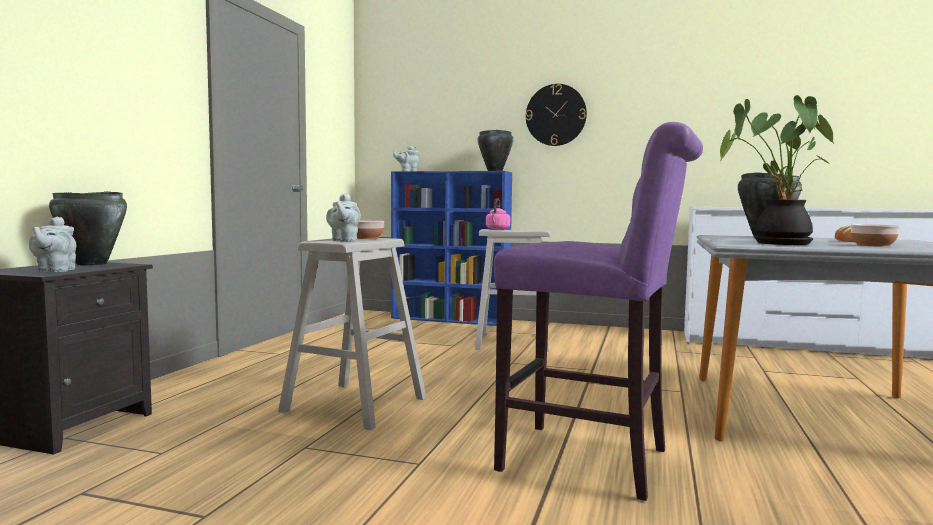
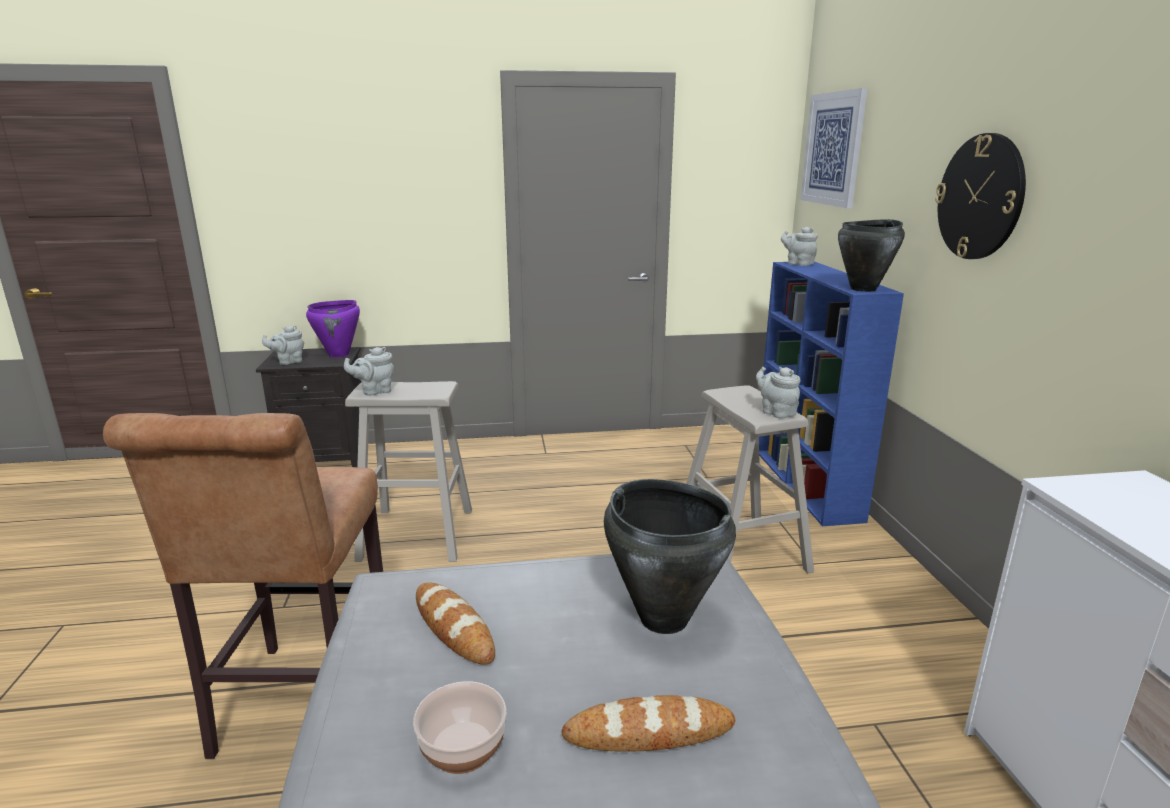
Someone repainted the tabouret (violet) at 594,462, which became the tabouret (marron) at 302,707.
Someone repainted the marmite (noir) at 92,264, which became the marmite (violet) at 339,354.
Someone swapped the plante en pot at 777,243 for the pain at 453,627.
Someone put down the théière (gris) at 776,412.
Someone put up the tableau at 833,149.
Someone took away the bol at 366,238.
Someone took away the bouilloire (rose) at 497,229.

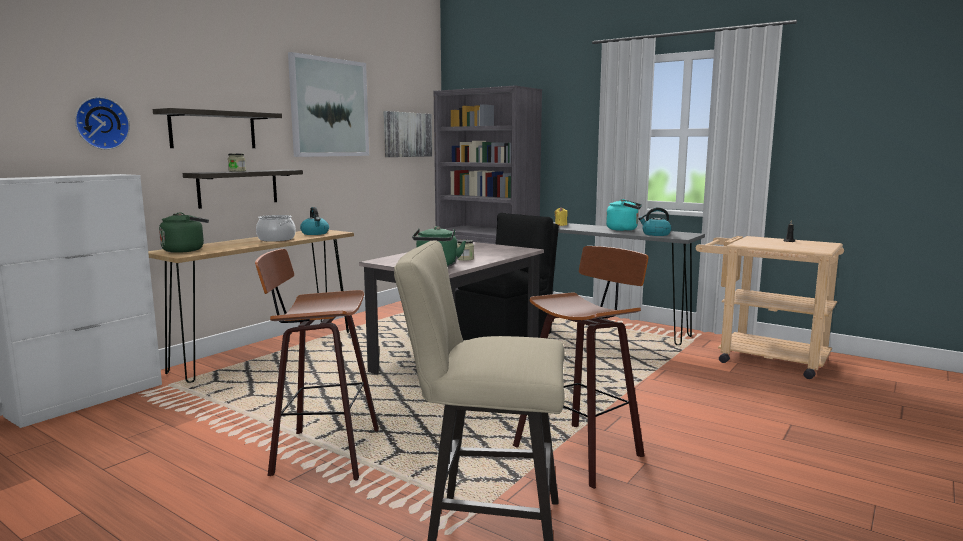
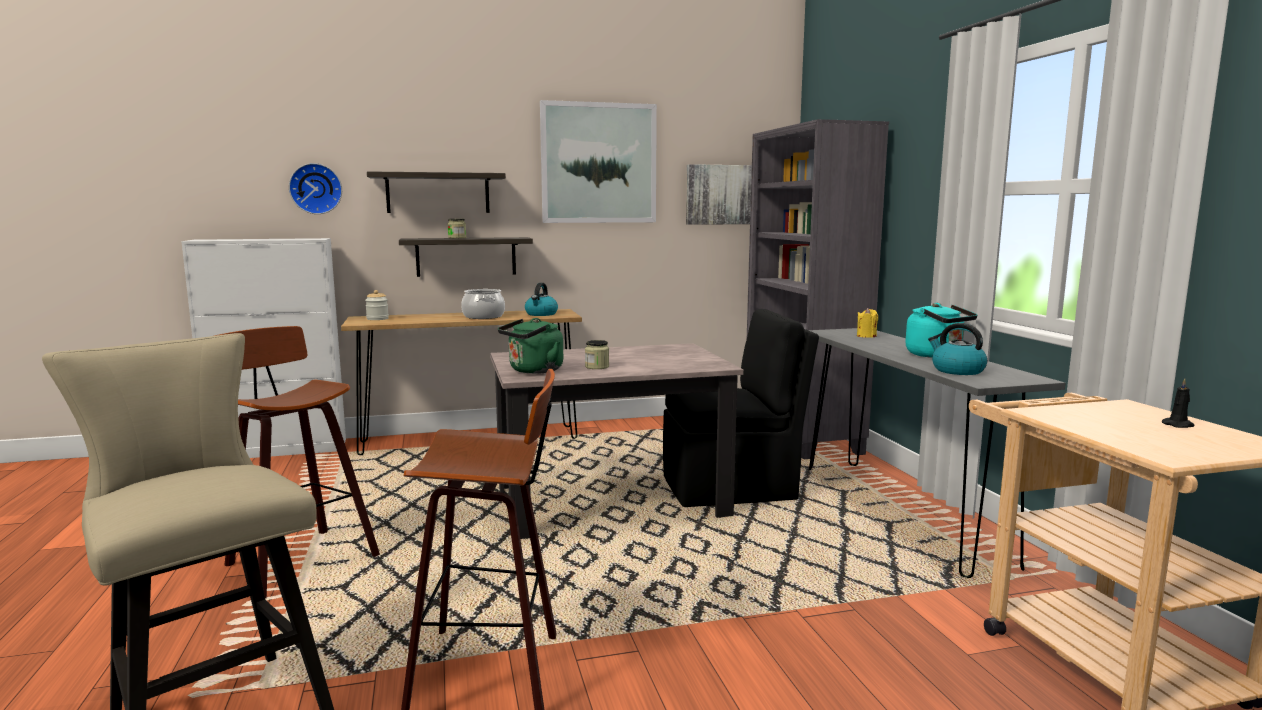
Someone swapped the bouilloire (vert) at 186,250 for the bocal at 377,319.

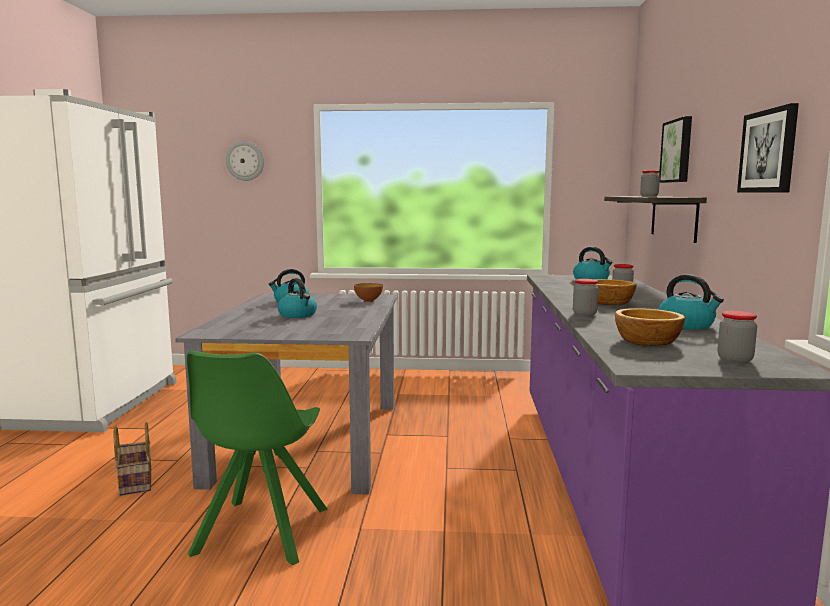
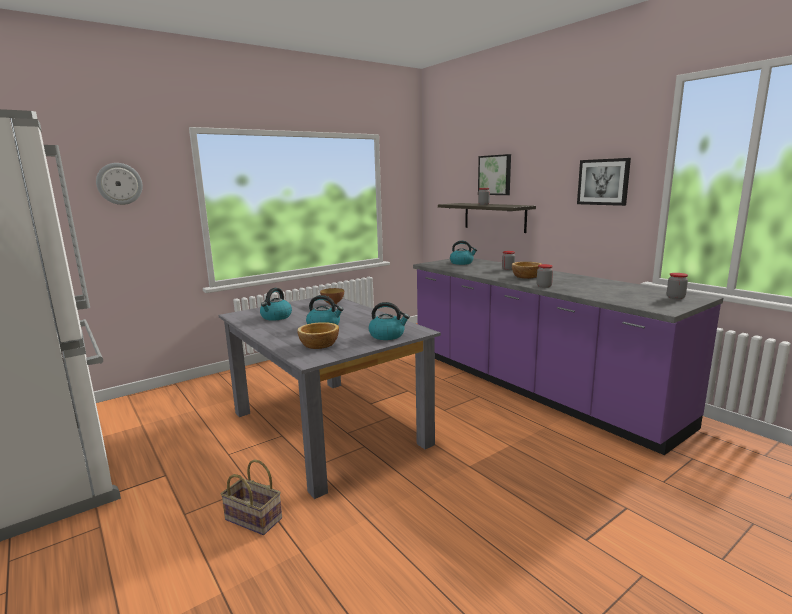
Someone carried the bol from 646,342 to 319,345.
Someone carried the bouilloire from 687,325 to 387,335.
Someone took away the chaise (vert) at 260,533.

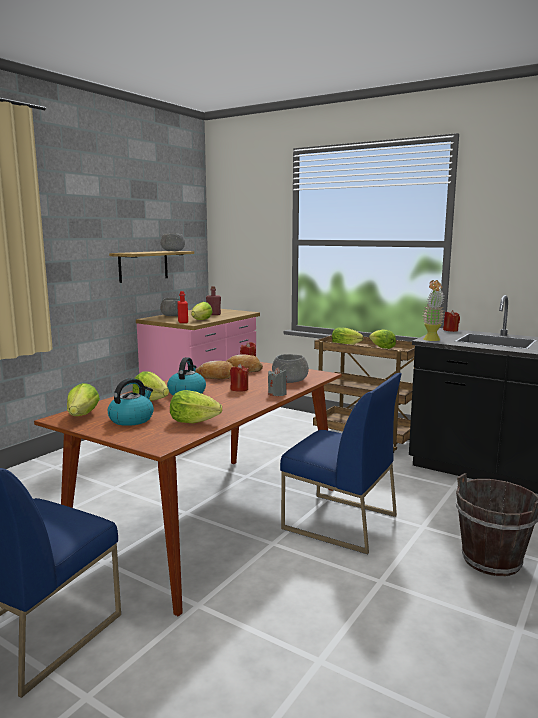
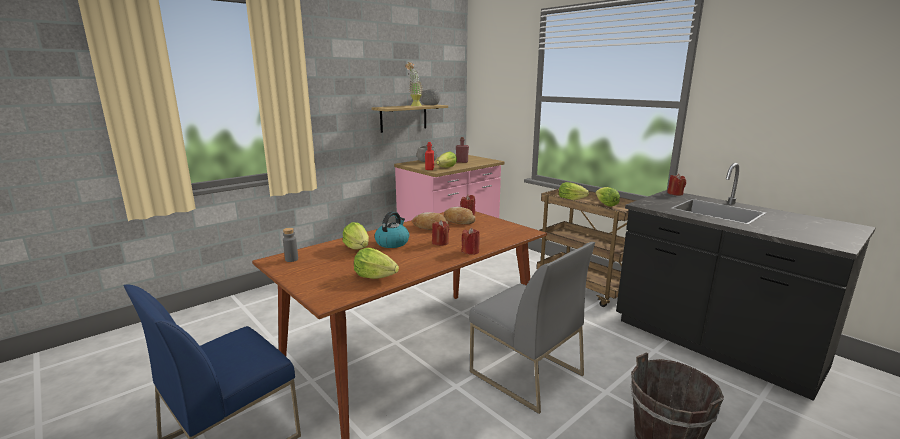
Someone swapped the laitue at 82,415 for the bouteille (gris) at 291,259.
Someone carried the plante en pot from 432,340 to 414,106.
Someone repainted the bougie (gris) at 277,394, which became the bougie (rouge) at 470,251.
Someone repainted the chaise (bleu) at 338,522, which became the chaise (gris) at 525,373.
Someone took away the bouilloire at 132,419.
Someone took away the bol (gris) at 290,380.

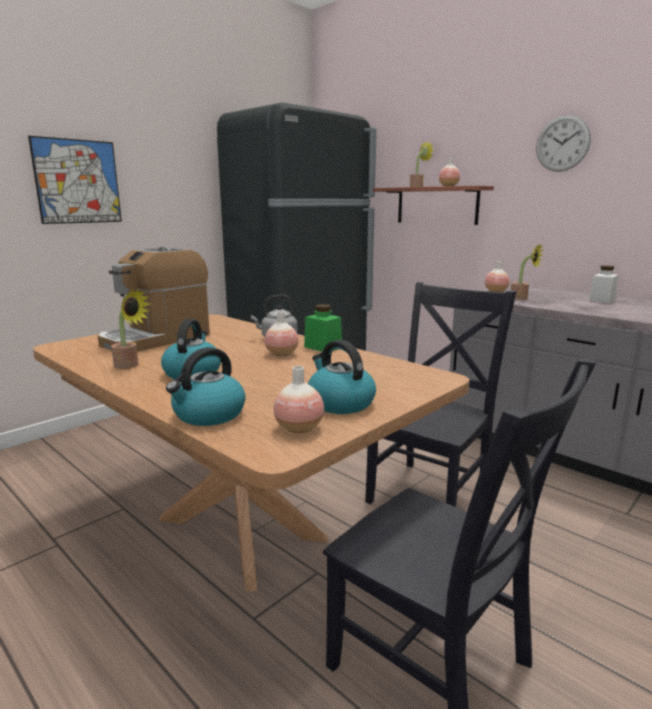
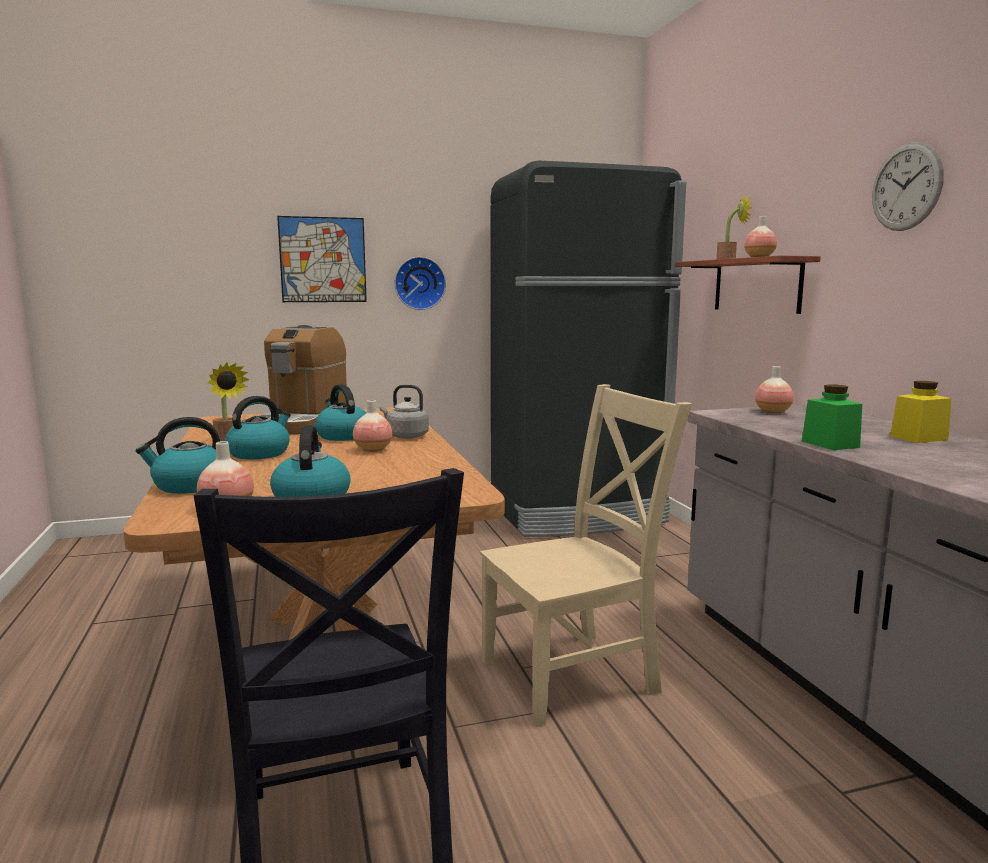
Someone rotated the machine à café at 156,339 by 60 degrees counterclockwise.
Someone put down the bouilloire at 342,436.
Someone put up the horloge murale at 419,283.
Someone repainted the chaise (noir) at 431,492, which became the chaise (beige) at 575,674.
Someone carried the bocal (vert) from 323,347 to 830,444.
Someone repainted the bocal (blanc) at 602,300, which became the bocal (jaune) at 918,438.
Someone took away the plante en pot at 522,298.

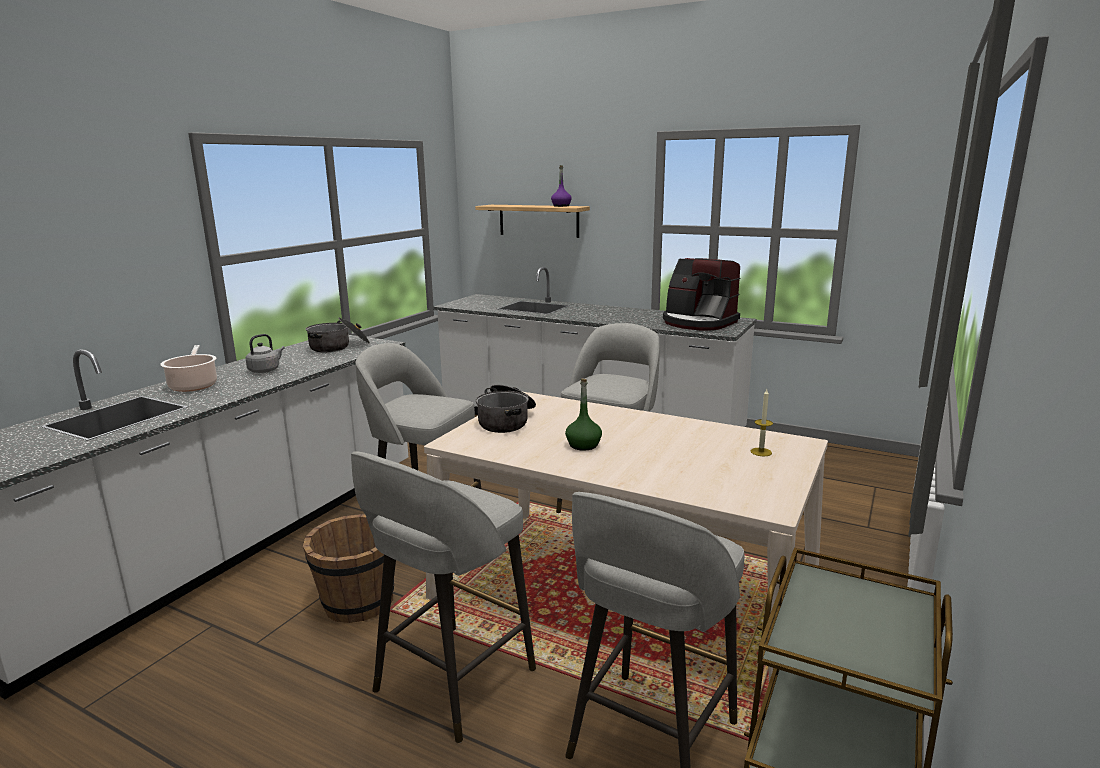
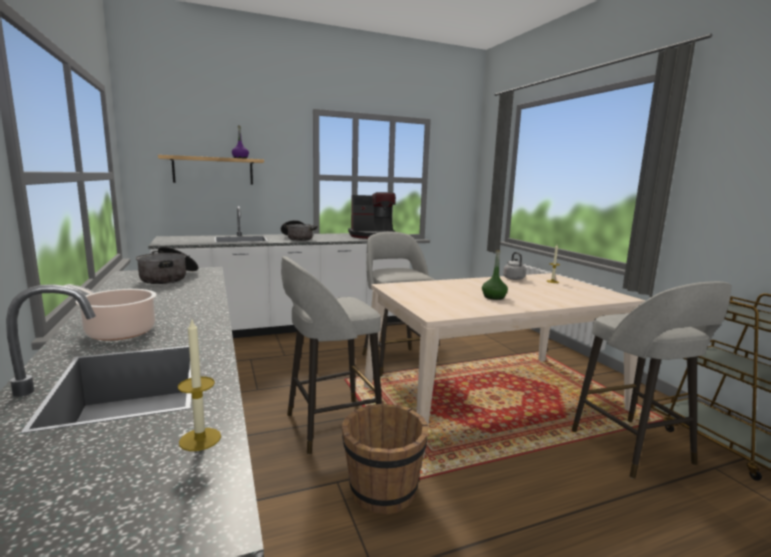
Someone put down the bougie at 200,439.
Someone carried the marmite from 507,421 to 297,238.
Someone carried the bouilloire (gris) from 265,370 to 513,278.
Someone took away the tabouret (gris) at 451,682.

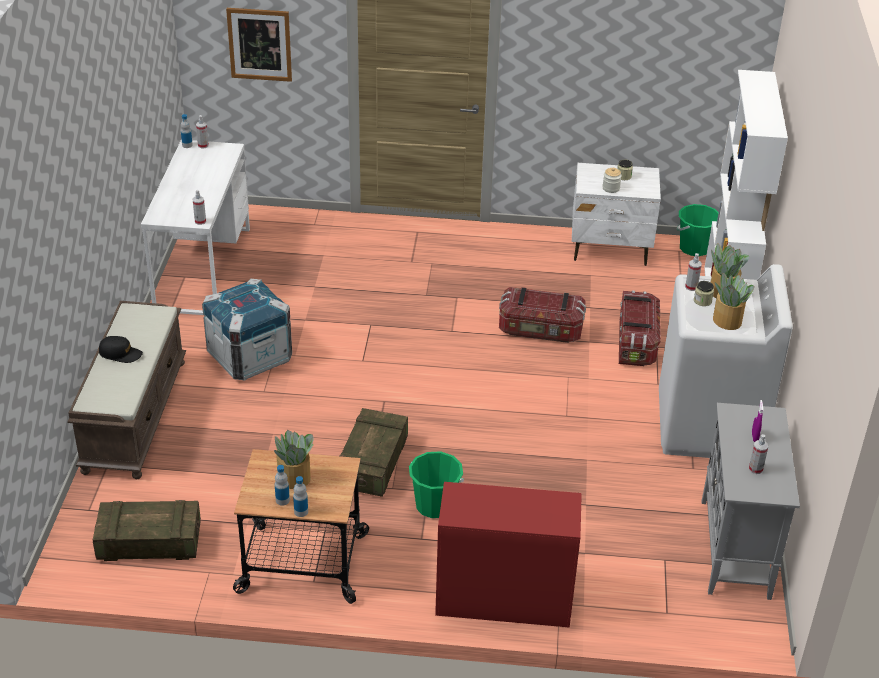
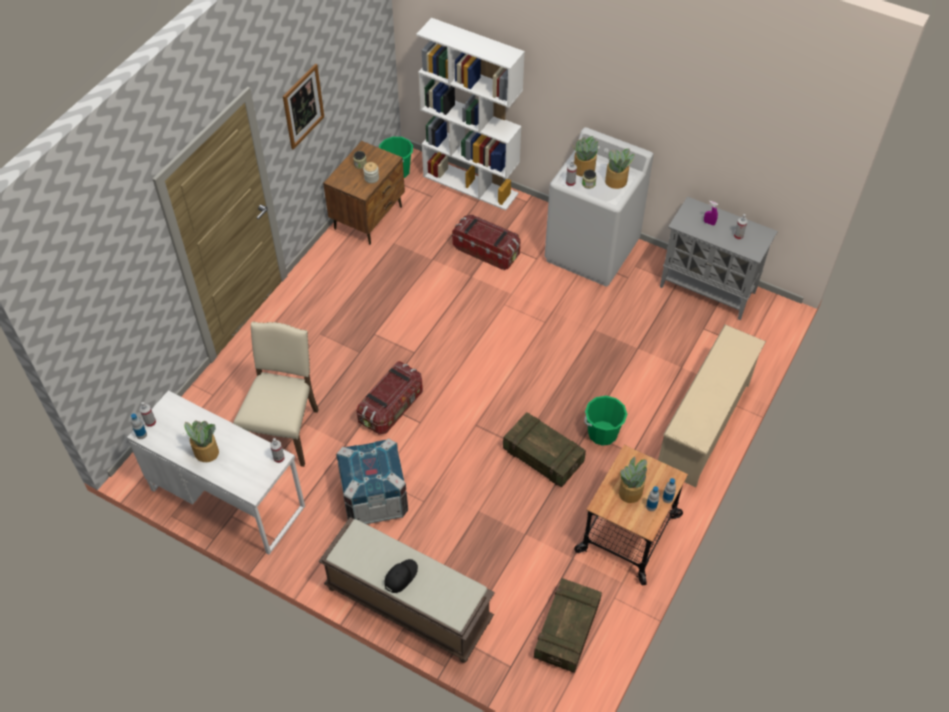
Someone put down the plante en pot at 206,452.
Someone put down the chaise (beige) at 284,431.
Someone carried the tableau from 259,44 to 303,106.
Someone repainted the table de chevet (blanc) at 610,249, which became the table de chevet (marron) at 369,218.
Someone carried the boîte de rangement from 540,330 to 392,407.
Someone swapped the commode (rouge) at 503,598 for the étagère à chaussures (beige) at 704,427.

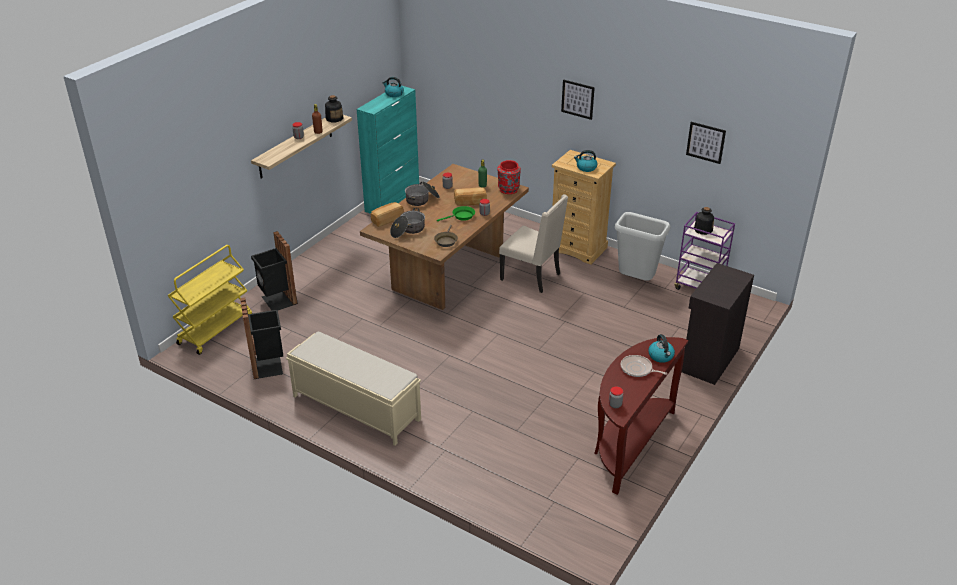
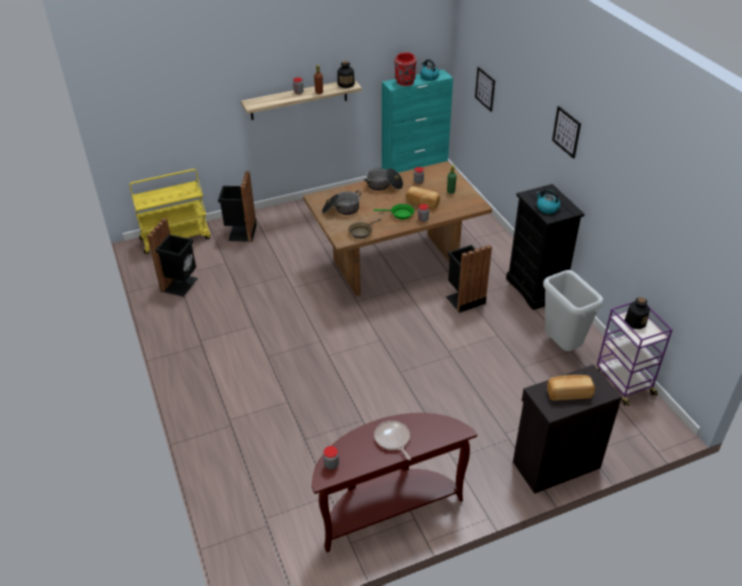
Someone carried the vase (rouge) from 508,190 to 405,82.
Someone swapped the chaise (beige) at 532,277 for the poubelle (noir) at 464,299.
Someone carried the tableau from 705,142 to 485,89.
Someone repainted the commode (beige) at 578,248, which became the commode (noir) at 536,289.
Someone carried the pain from 387,219 to 568,393.
Someone took away the banc (beige) at 355,407.
Someone took away the bouilloire at 661,356.

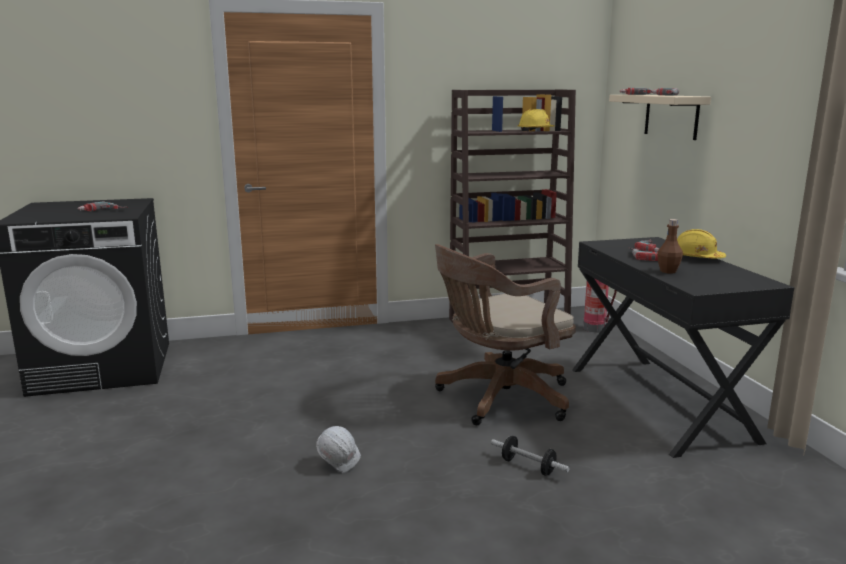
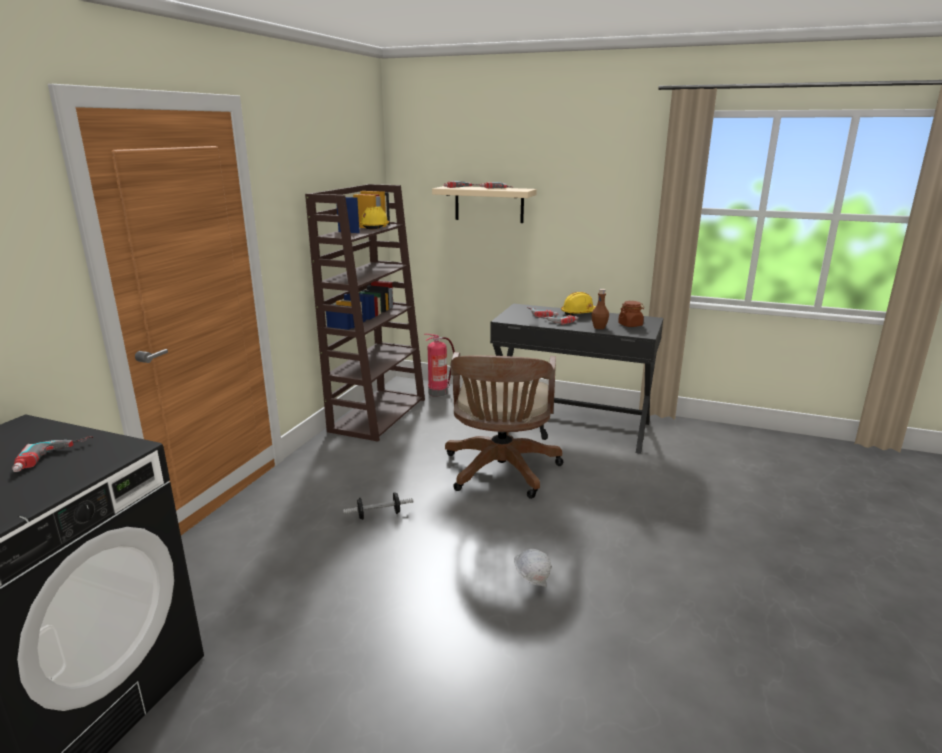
Someone carried the haltère from 528,466 to 379,515.
Someone put down the bocal (marron) at 630,325.

